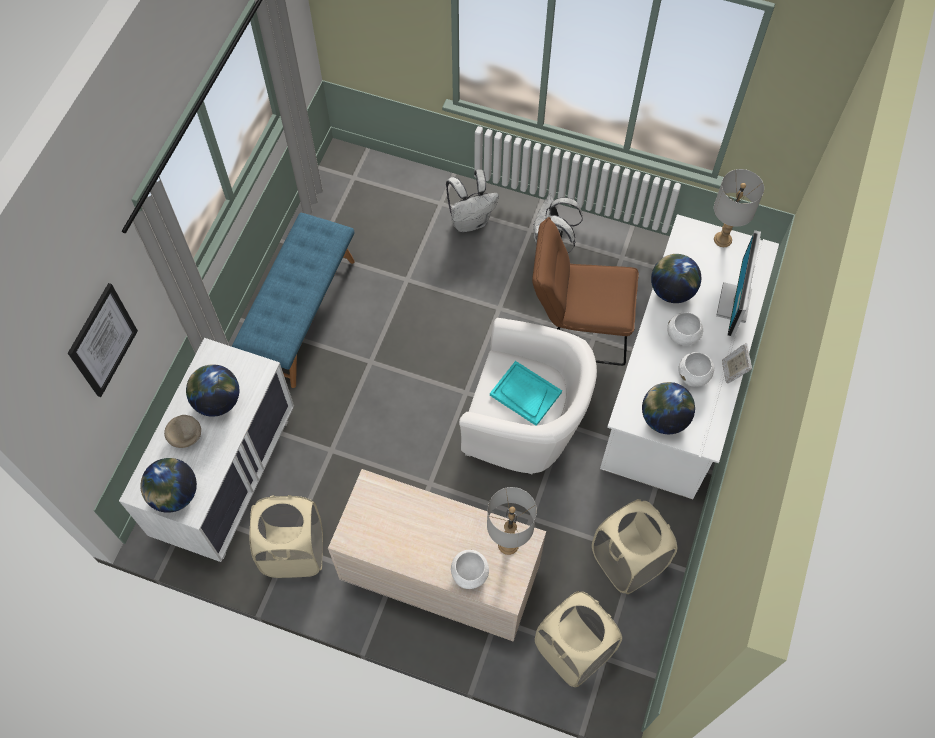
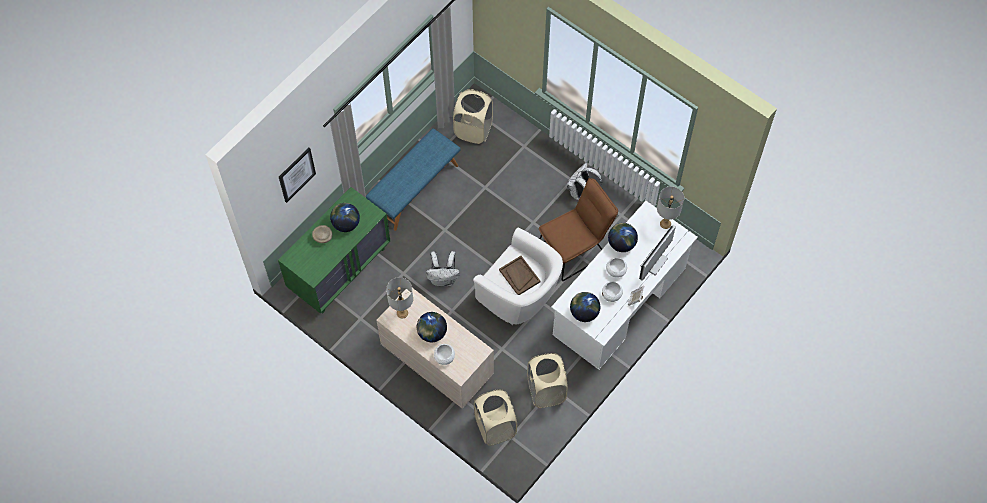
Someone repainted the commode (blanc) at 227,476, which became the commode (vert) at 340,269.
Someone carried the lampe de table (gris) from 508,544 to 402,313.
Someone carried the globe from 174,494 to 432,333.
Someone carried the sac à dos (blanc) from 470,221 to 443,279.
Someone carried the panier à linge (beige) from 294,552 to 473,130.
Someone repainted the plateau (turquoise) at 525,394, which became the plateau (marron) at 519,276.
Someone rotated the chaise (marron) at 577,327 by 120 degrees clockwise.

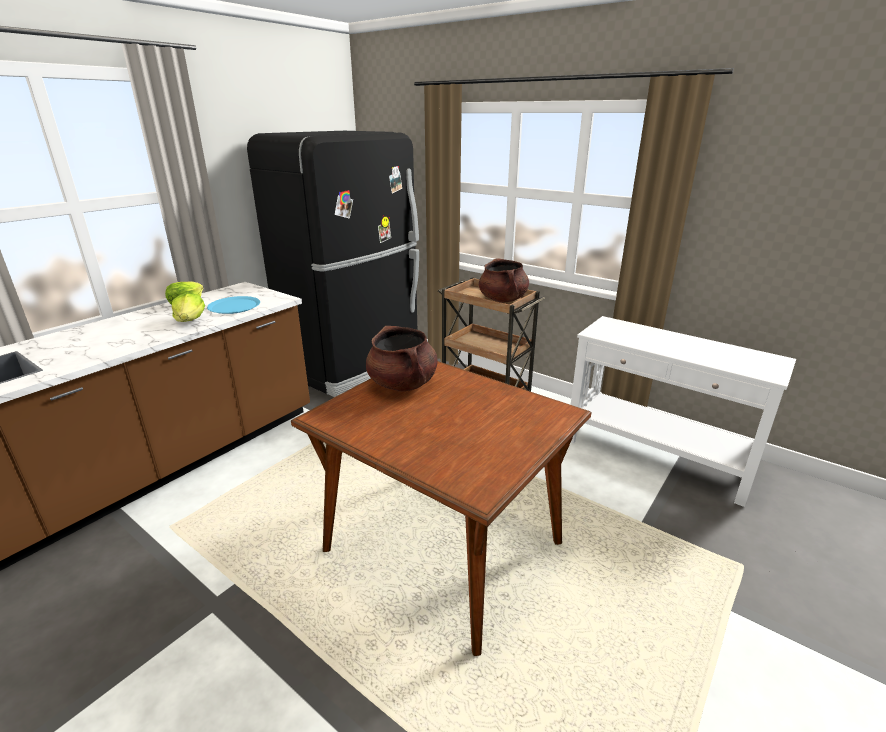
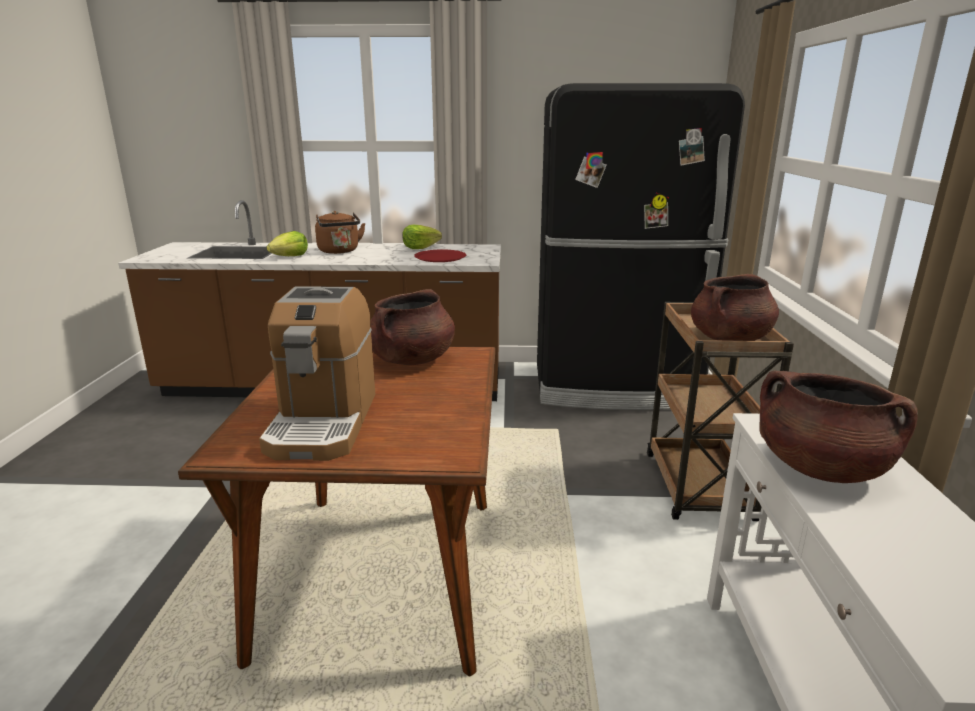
Someone put down the machine à café at 323,422.
Someone carried the laitue from 190,320 to 290,257.
Someone put down the bouilloire (marron) at 339,251.
Someone repainted the assiette (bleu) at 234,306, which became the assiette (rouge) at 440,257.
Someone put down the marmite (marron) at 820,468.

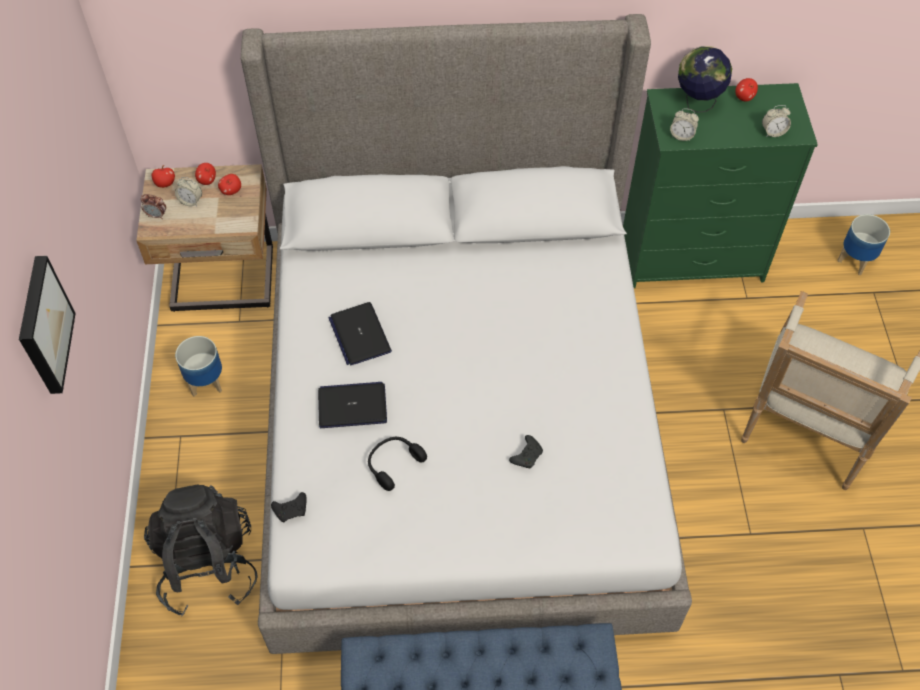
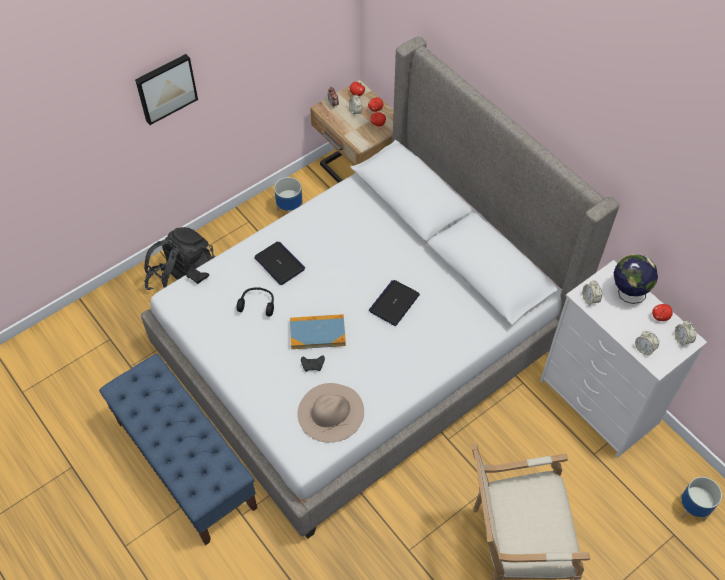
Someone put down the livre at 317,333.
Someone put down the chapeau (beige) at 330,412.
Someone carried the ordinateur portable from 359,334 to 394,303.
Someone repainted the commode (vert) at 693,256, which became the commode (blanc) at 599,402.
Someone put down the réveil at 682,339.

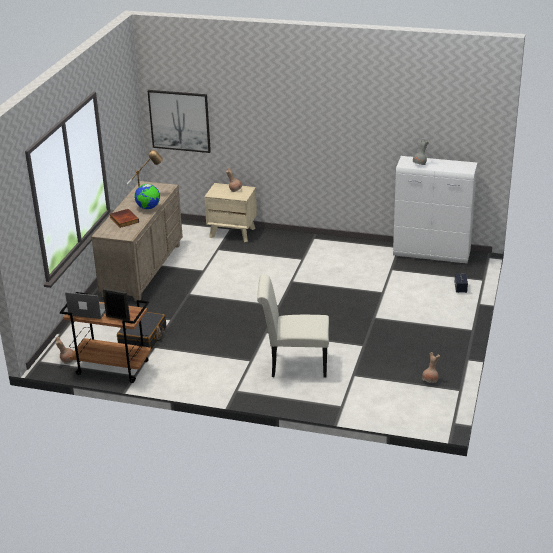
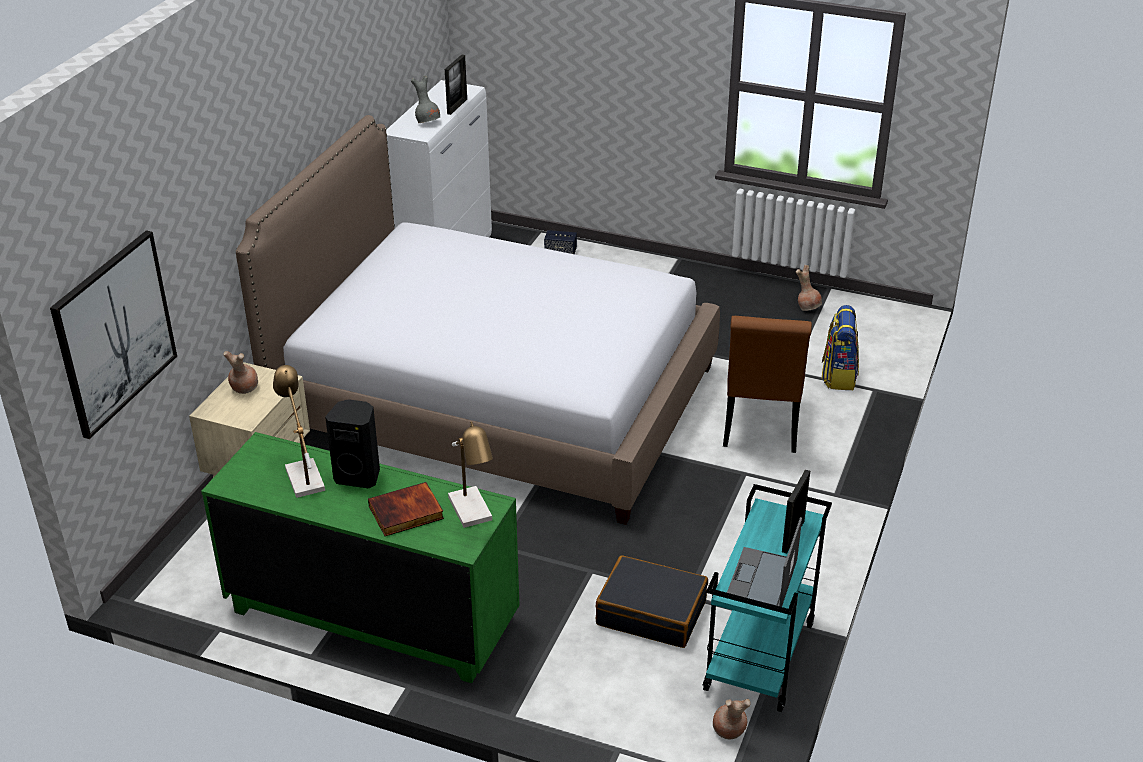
Someone repainted the commode (beige) at 143,270, which became the commode (vert) at 372,615.
Someone put down the lit at 495,400.
Someone swapped the globe at 148,208 for the enceinte (noir) at 358,476.
Someone put down the cadre photo at 457,106.
Someone put down the lampe de table at 473,513.
Someone repainted the chariot (marron) at 111,368, which became the chariot (turquoise) at 760,658.
Someone repainted the chaise (blanc) at 294,365, which became the chaise (marron) at 760,427.
Someone put down the sac à dos at 838,376.

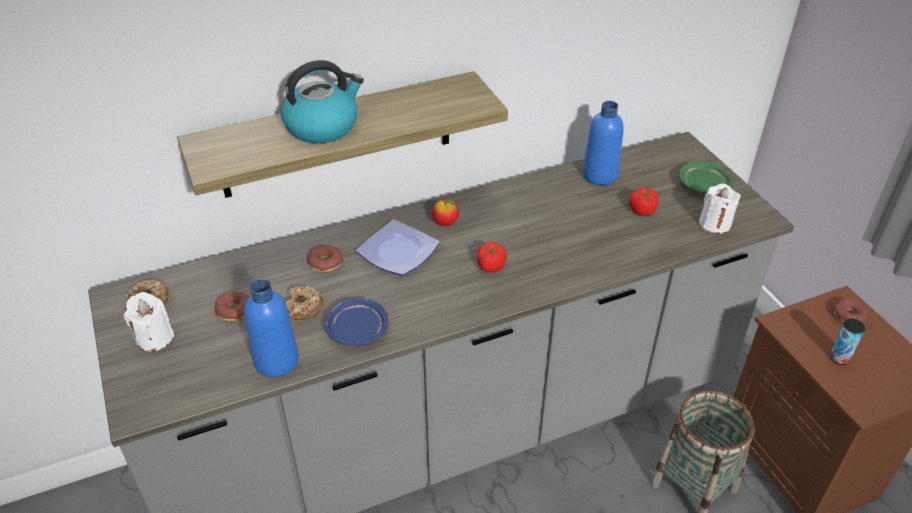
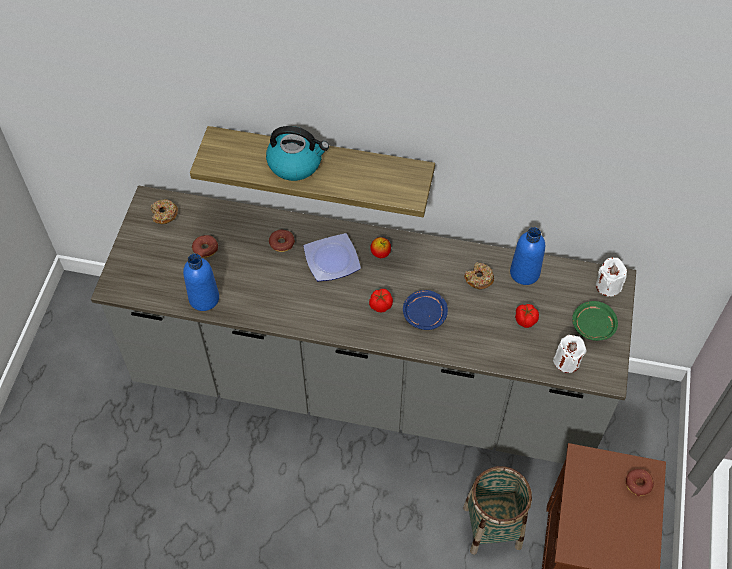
Someone carried the assiette (bleu) from 357,330 to 424,314.
Someone carried the beignet from 303,308 to 479,279.
Someone carried the bougie (blanc) from 154,338 to 608,286.
Someone took away the boîte métallique at 839,358.

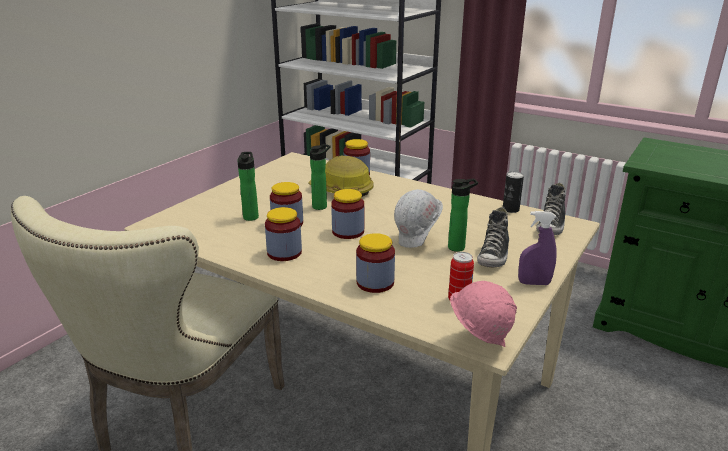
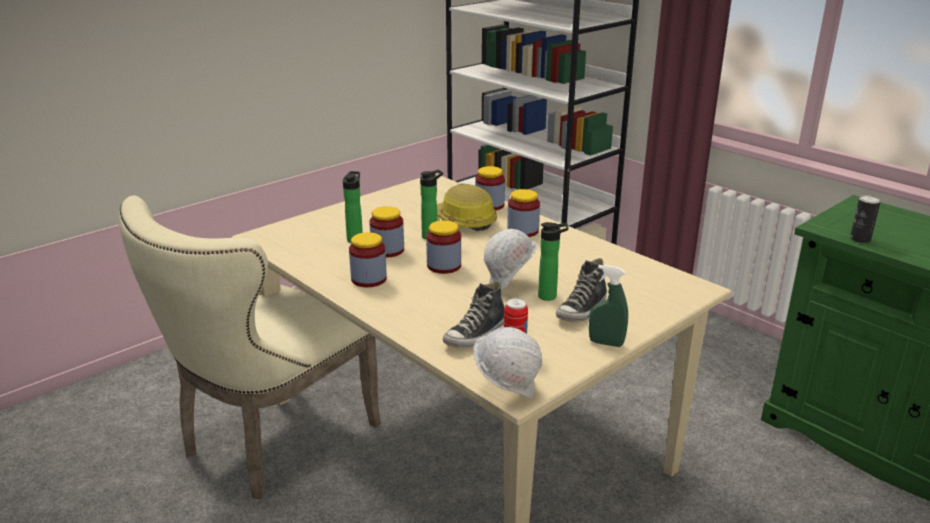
Someone carried the chaussure from 551,226 to 476,335.
Someone repainted the casque de chantier (rose) at 478,343, which became the casque de chantier (blanc) at 507,390.
Someone carried the bocal from 375,283 to 523,231.
Someone repainted the vaporisateur (violet) at 534,283, which became the vaporisateur (vert) at 606,343.
Someone carried the boîte métallique from 510,209 to 860,239.

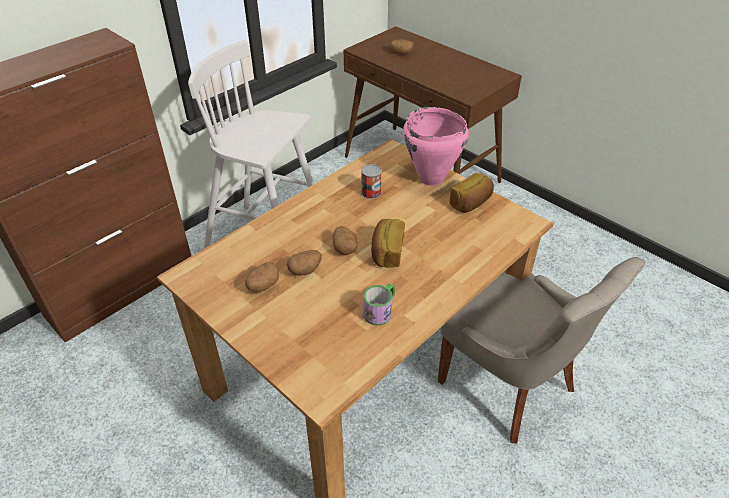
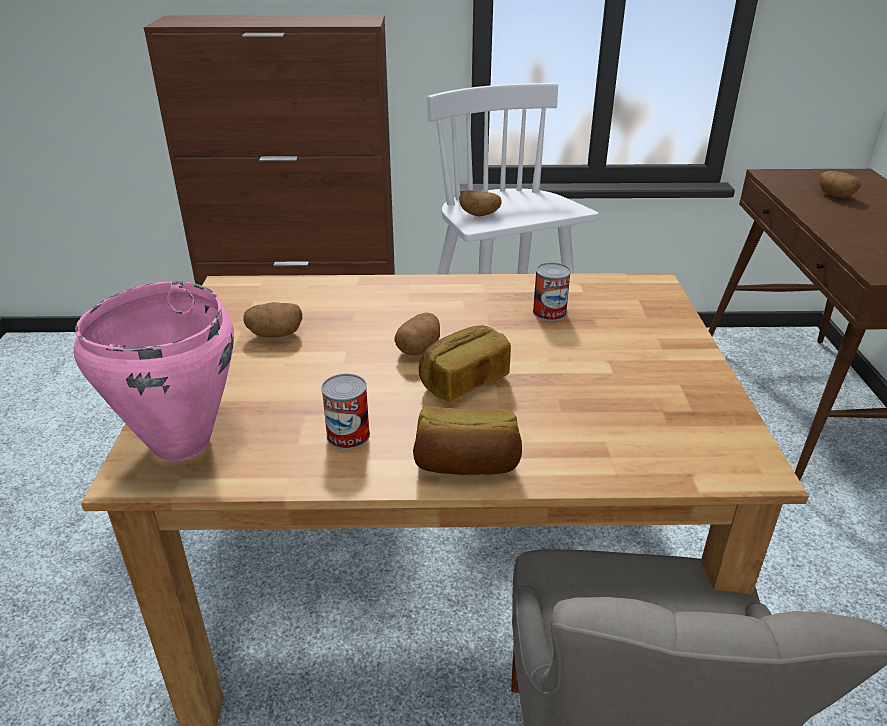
Someone carried the marmite (rose) from 431,179 to 180,444.
Someone swapped the mug at 380,311 for the boîte métallique at 348,435.
Someone carried the pain from 471,203 to 466,464.
Someone carried the pomme de terre from 305,270 to 480,214.

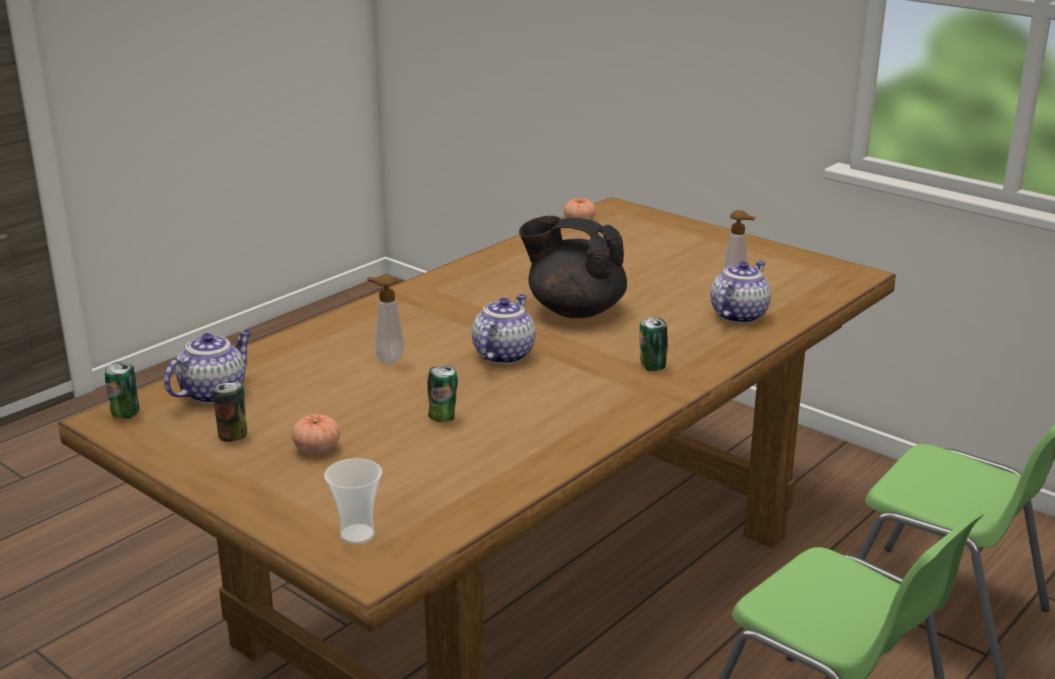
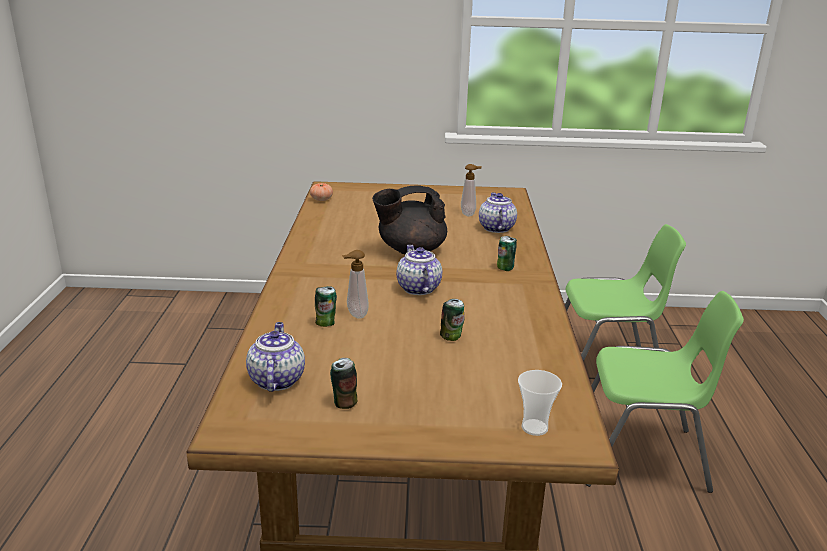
Someone carried the boîte métallique from 125,414 to 326,323.
Someone took away the tomate at 317,448.

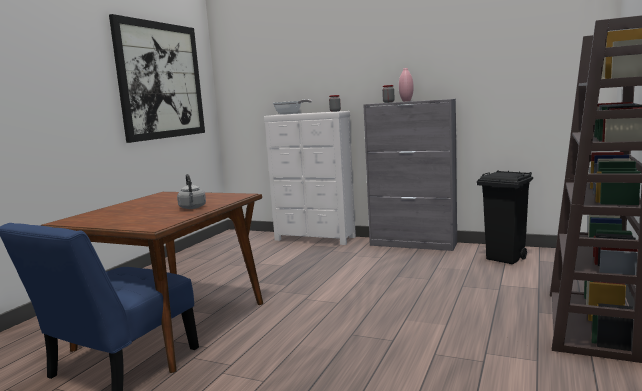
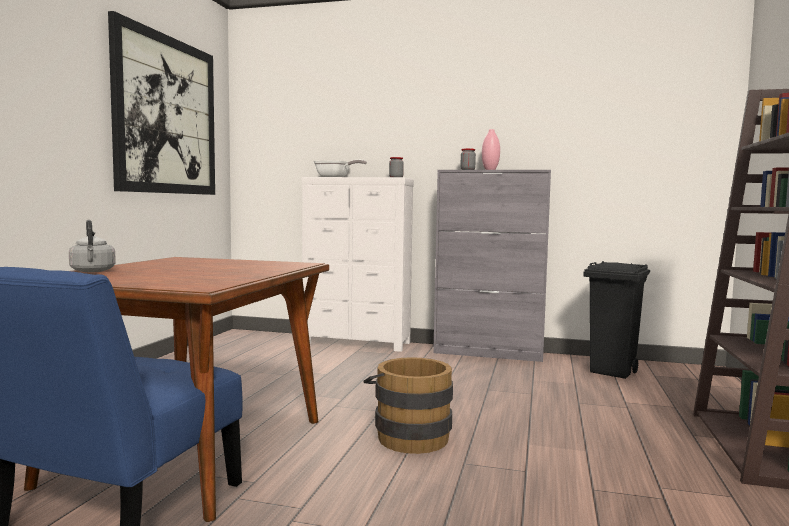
Someone carried the bouilloire (gris) from 192,208 to 93,271.
Someone put down the seau (marron) at 409,435.

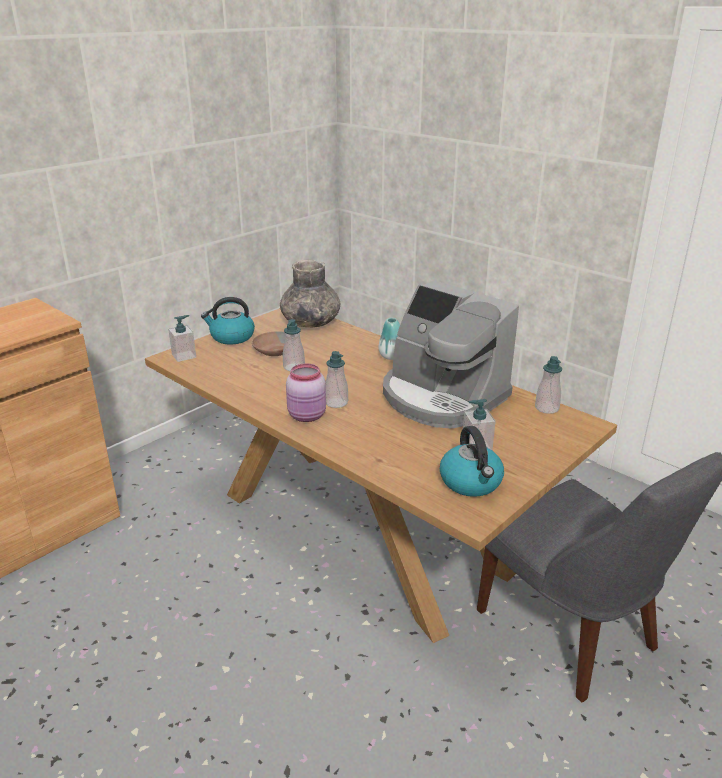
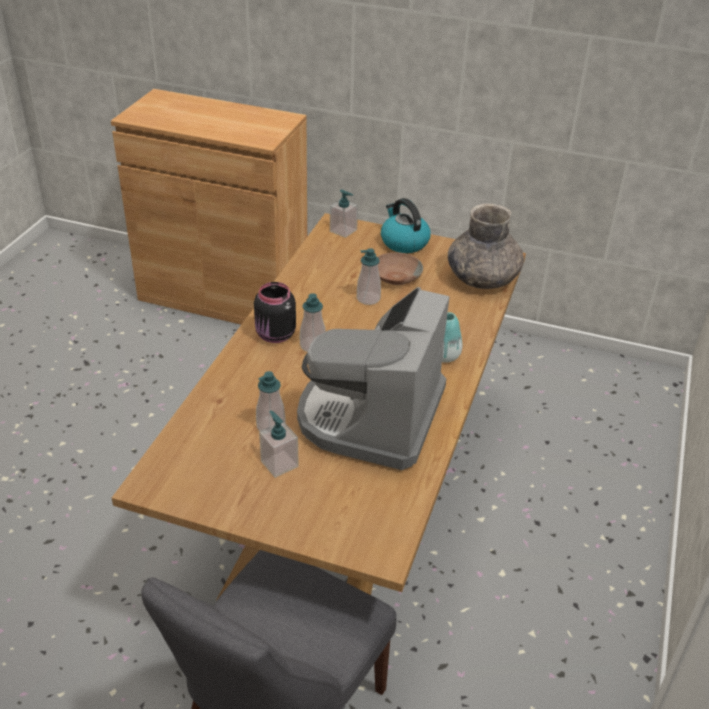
Someone repainted the bocal (rose) at 308,416, which became the bocal (noir) at 275,335.
Someone carried the distributeur de savon from 546,408 to 271,426.
Someone took away the bouilloire at 471,482.

